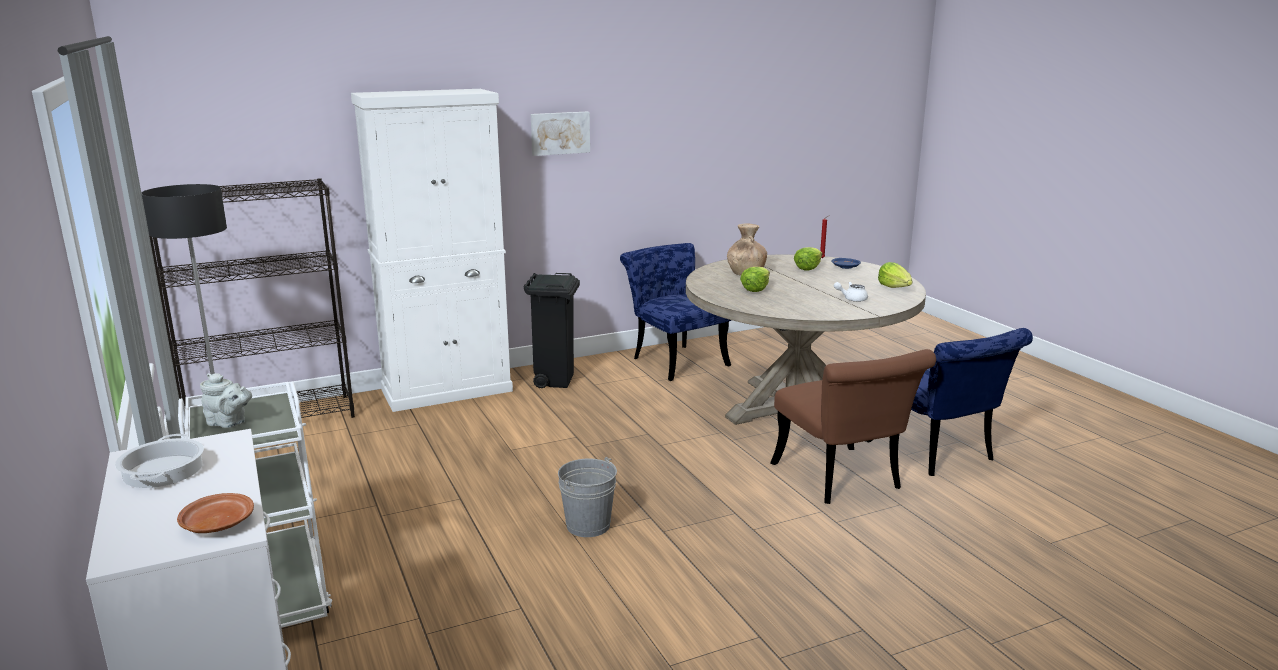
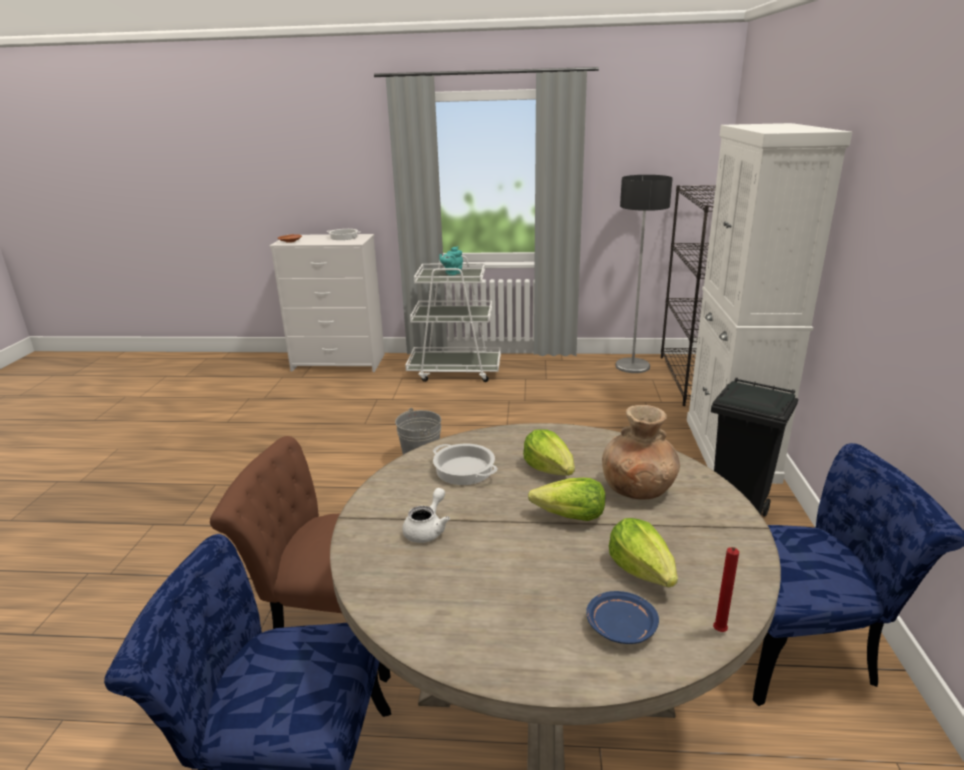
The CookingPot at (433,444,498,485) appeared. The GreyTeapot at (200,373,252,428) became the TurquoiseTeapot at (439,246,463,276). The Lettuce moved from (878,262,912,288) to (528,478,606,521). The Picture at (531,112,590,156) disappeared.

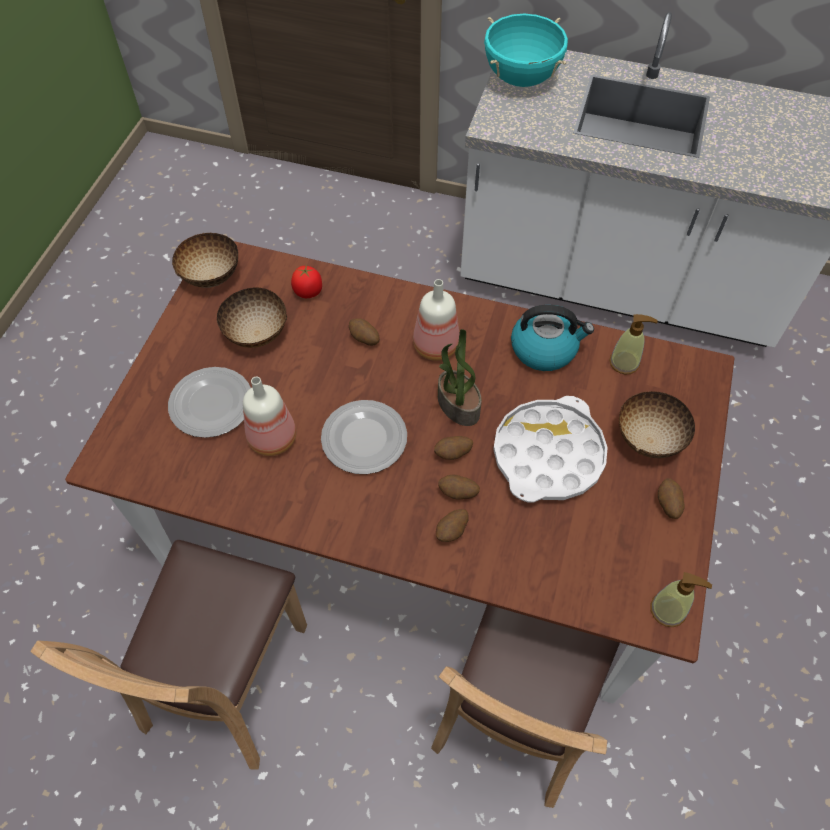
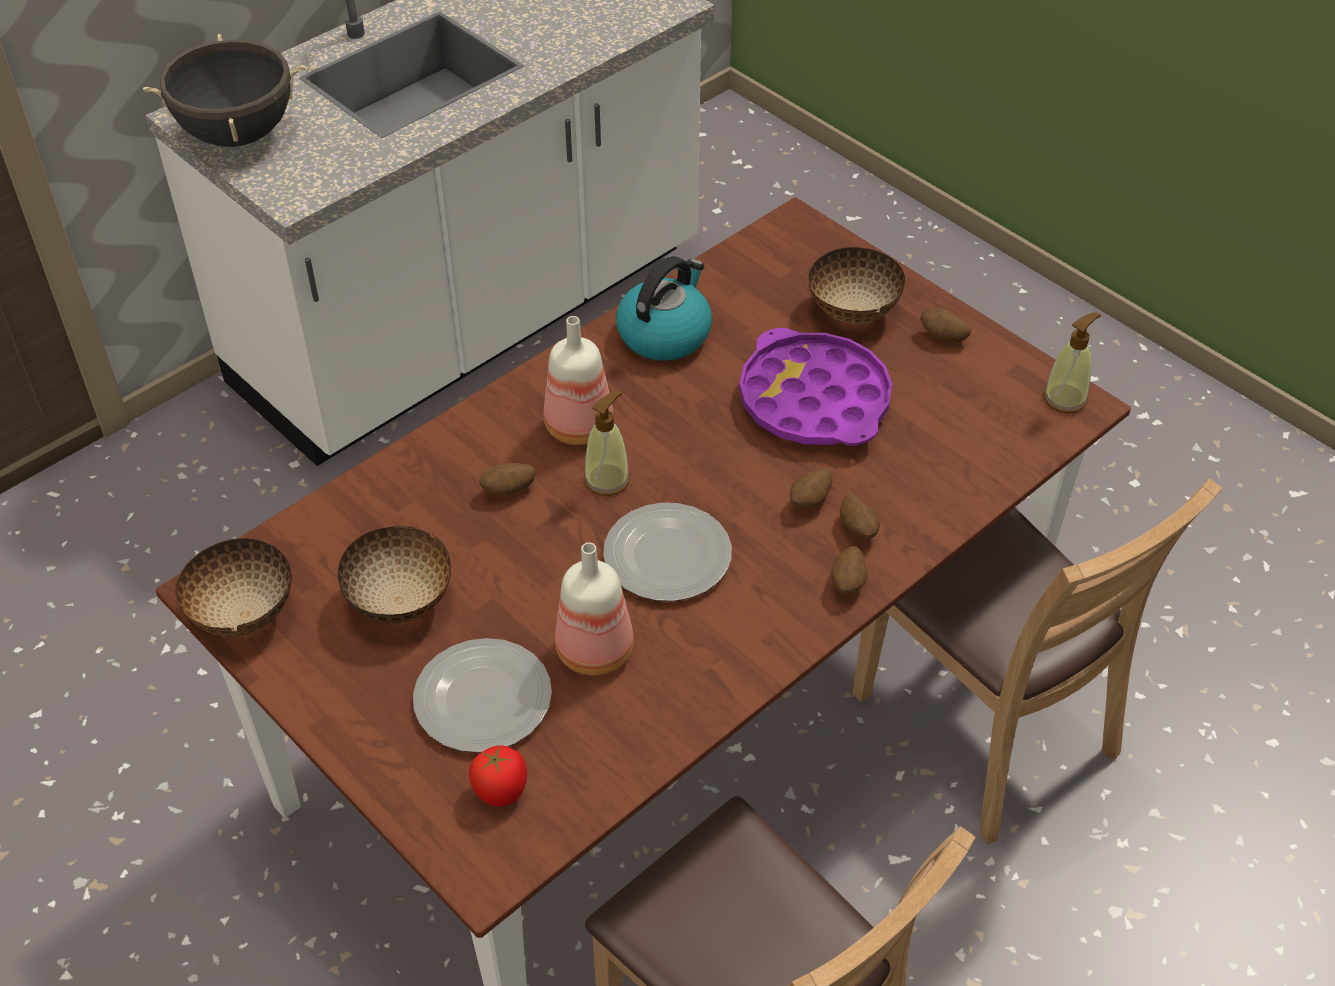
The TurquoiseCookingPot at (484,14,568,87) became the BlackCookingPot at (143,34,305,147). The Tomato moved from (291,265,322,298) to (469,745,527,806). The SoapDispenser moved from (609,314,658,374) to (584,391,630,496). The WhiteTray at (493,396,608,503) became the PurpleTray at (739,328,892,446). The Potato moved from (434,436,473,460) to (831,546,868,594). The PottedPlant at (438,329,482,426) disappeared.

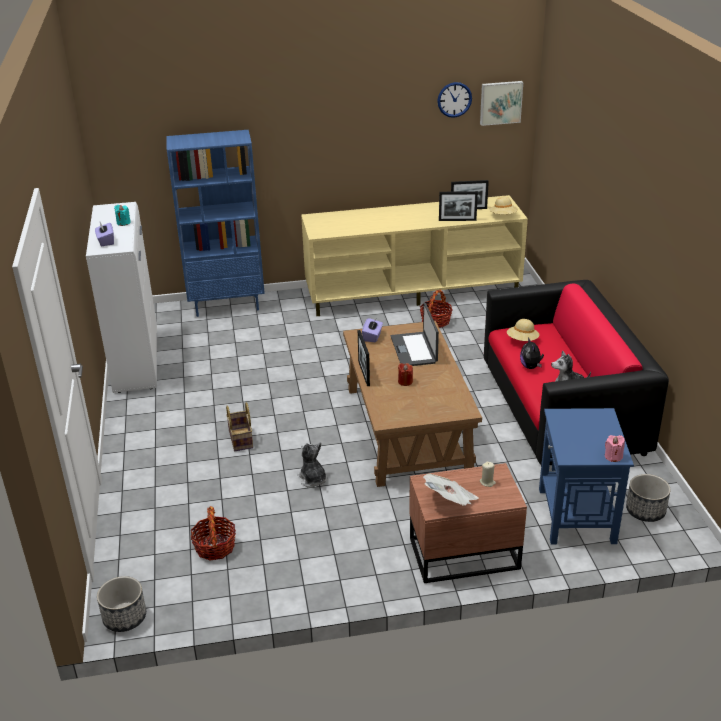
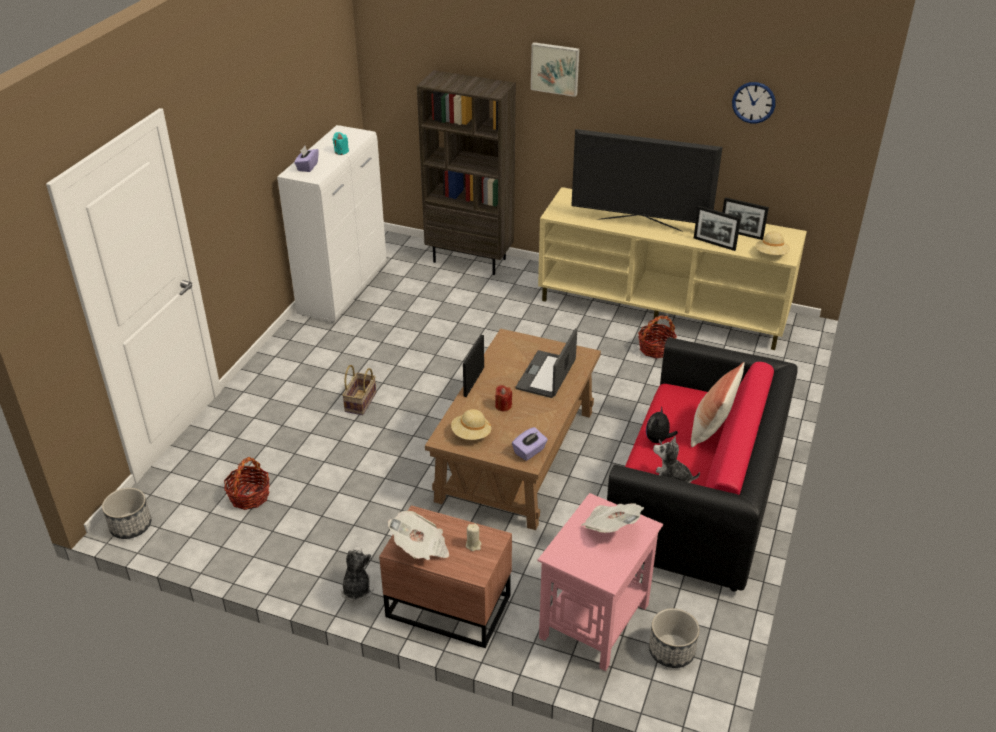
The PlushToy moved from (297,442,327,488) to (341,547,374,602). The BlueBookcase at (166,130,265,317) became the BrownBookcase at (417,70,516,275). The BeigeHat moved from (507,319,540,341) to (451,409,491,440). The PurpleTissueBox moved from (362,318,383,342) to (512,427,548,461). The Picture moved from (480,81,523,126) to (531,42,579,97). The BlueSideTable at (539,408,634,544) became the PinkSideTable at (538,493,663,671). The Television at (571,129,723,231) appeared. The Newspaper at (582,503,644,533) appeared. The Pillow at (691,362,745,447) appeared. The PinkCandle at (605,435,625,462) disappeared.

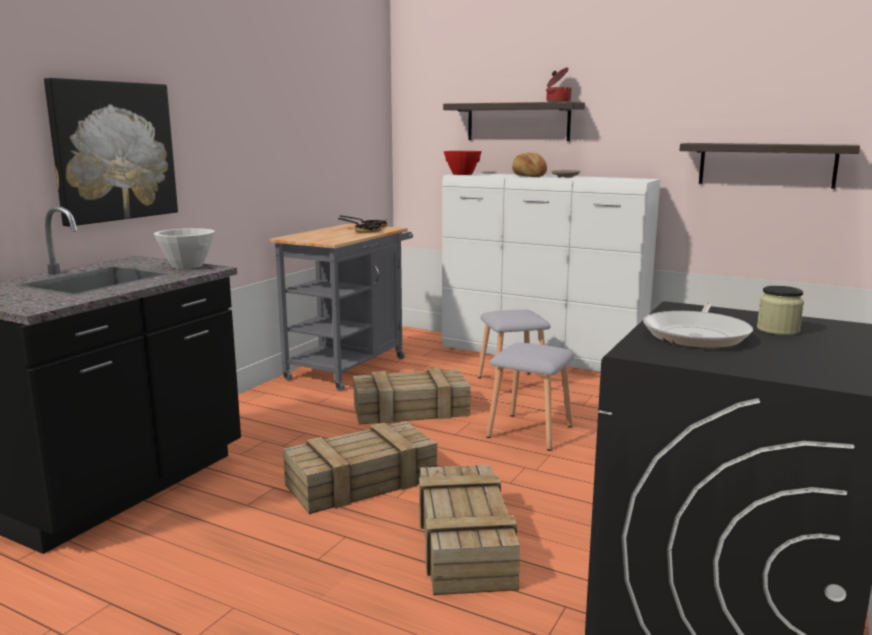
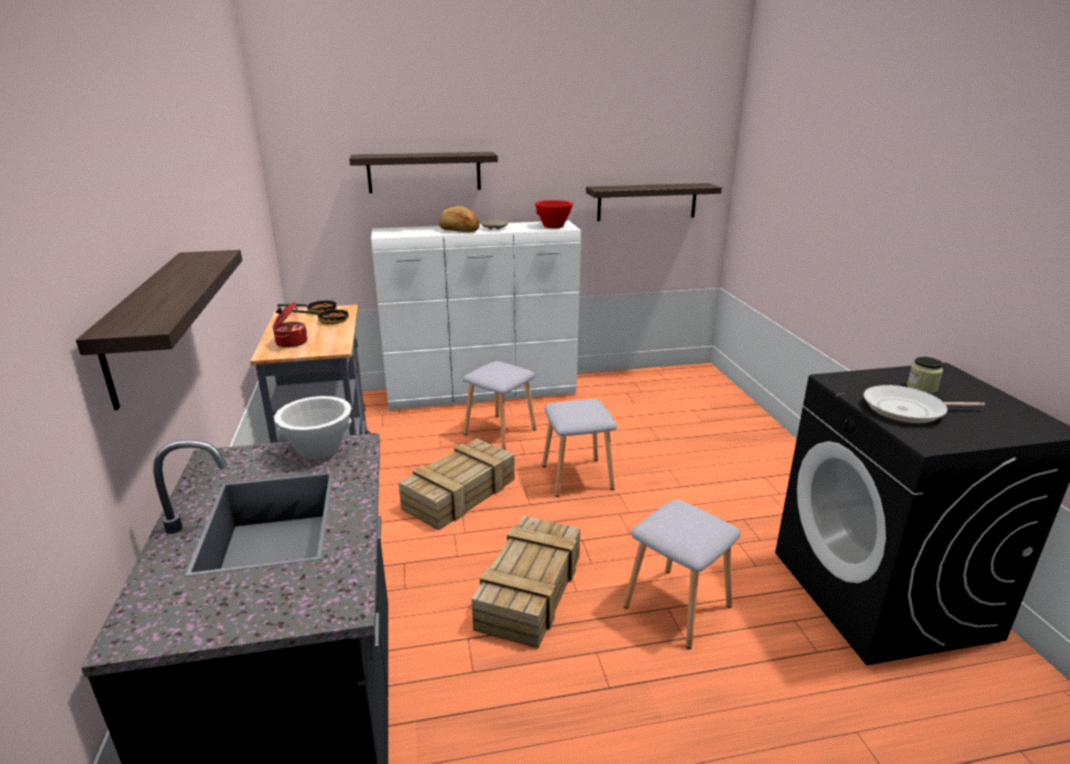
The Picture at (44,78,178,226) was replaced by the Shelf at (76,250,242,410). The CookingPot moved from (546,67,572,102) to (273,302,307,348). The RedBowl moved from (444,151,482,175) to (535,200,573,228). The Crate at (419,465,520,595) was replaced by the GreyStool at (623,499,741,649). The FryingPan at (643,302,753,348) turned 105 degrees clockwise.

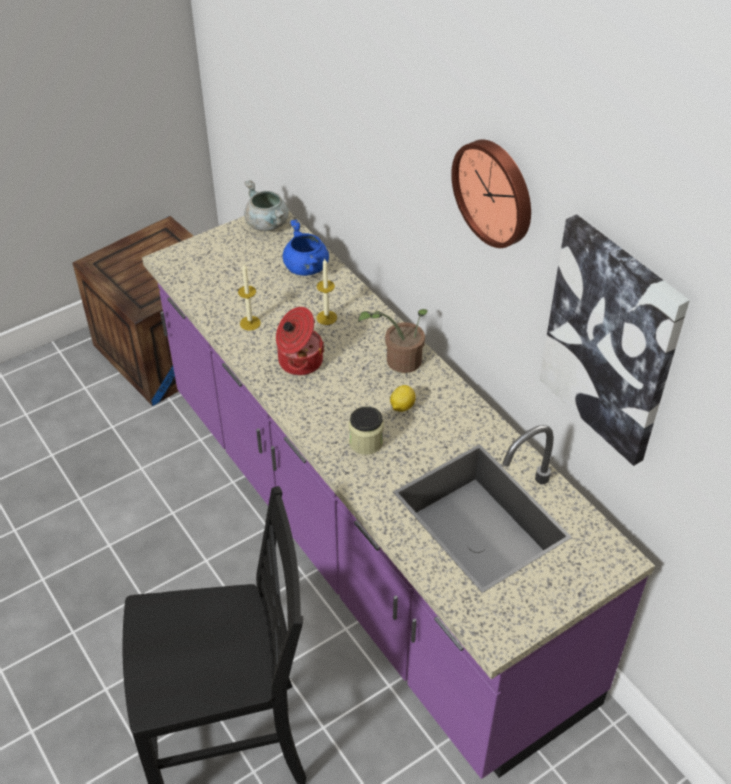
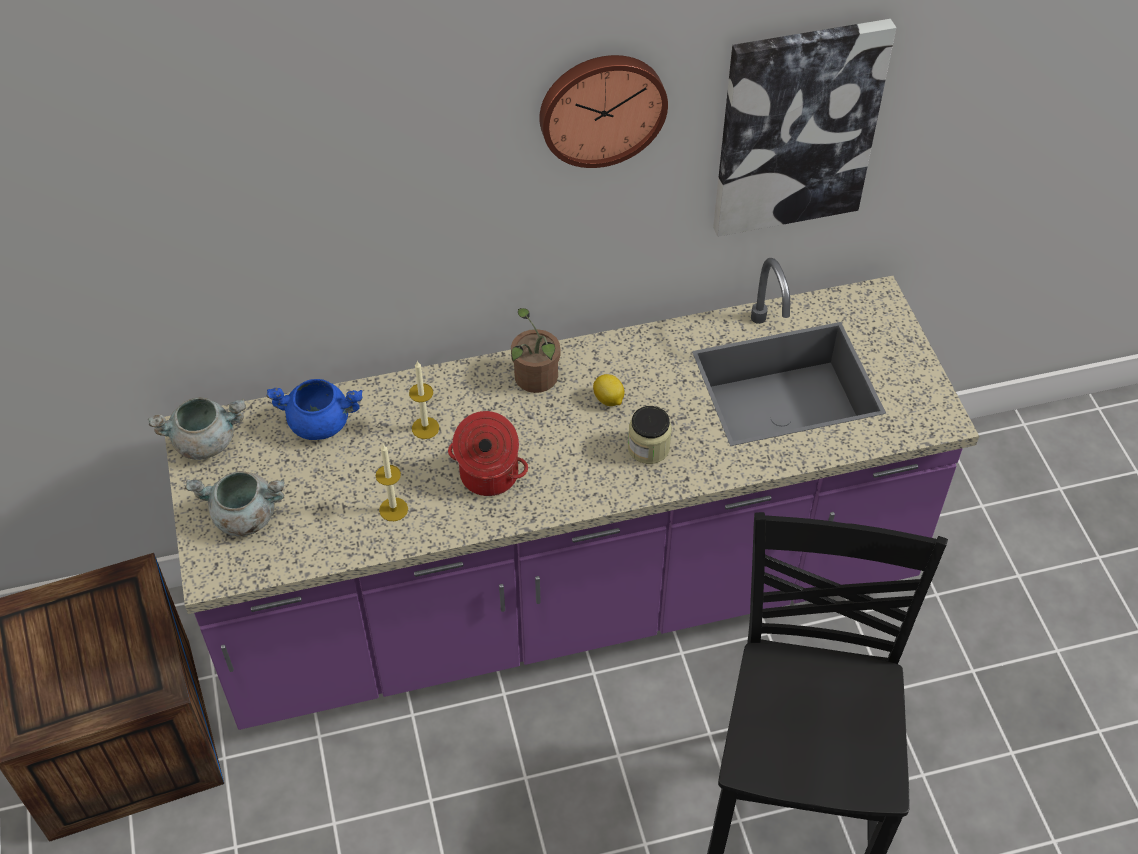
The GreyCookingPot at (185,471,284,536) appeared.

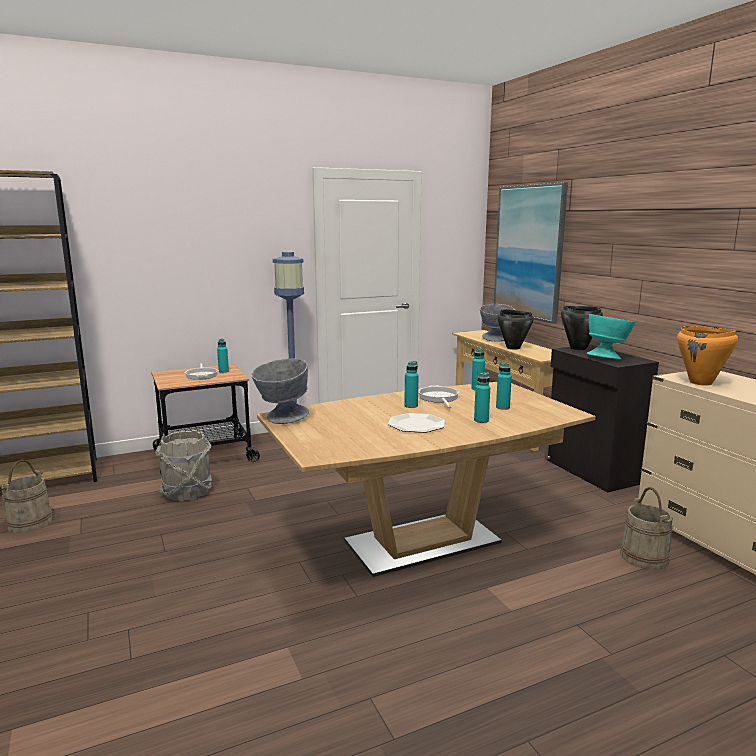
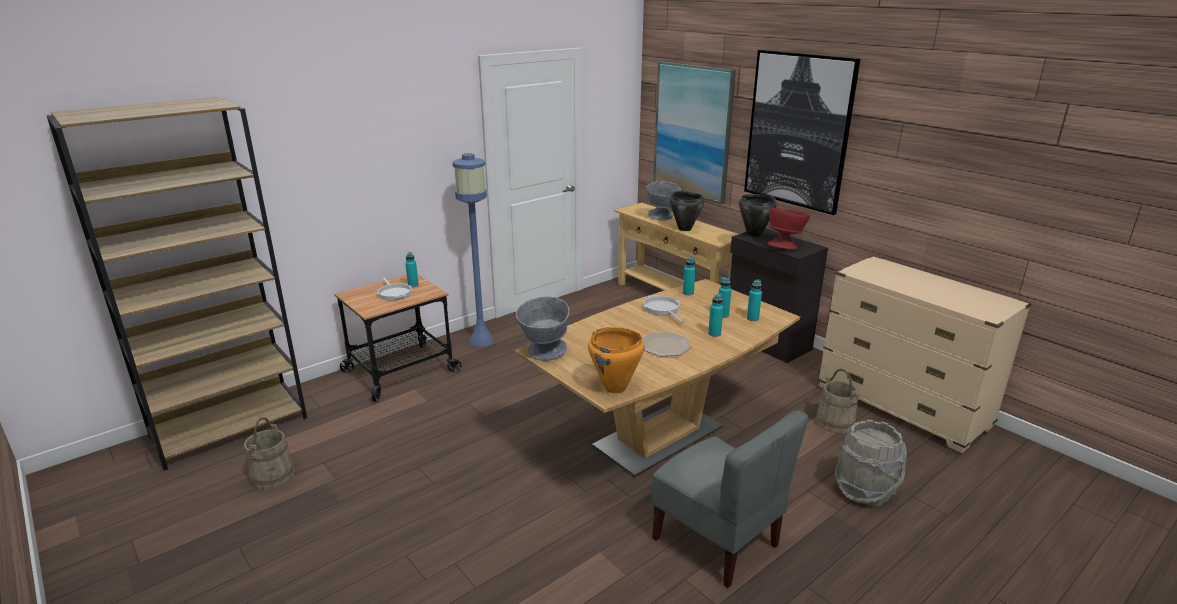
The OrangeCookingPot moved from (677,326,738,386) to (588,327,645,394). The GreyChair at (652,410,808,588) appeared. The Picture at (744,50,860,215) appeared. The TurquoiseBottle moved from (404,361,419,408) to (747,280,762,321). The TurquoiseBowl at (587,314,635,360) became the RedBowl at (768,208,811,249). The GreyBucket moved from (155,430,212,501) to (835,420,907,506).

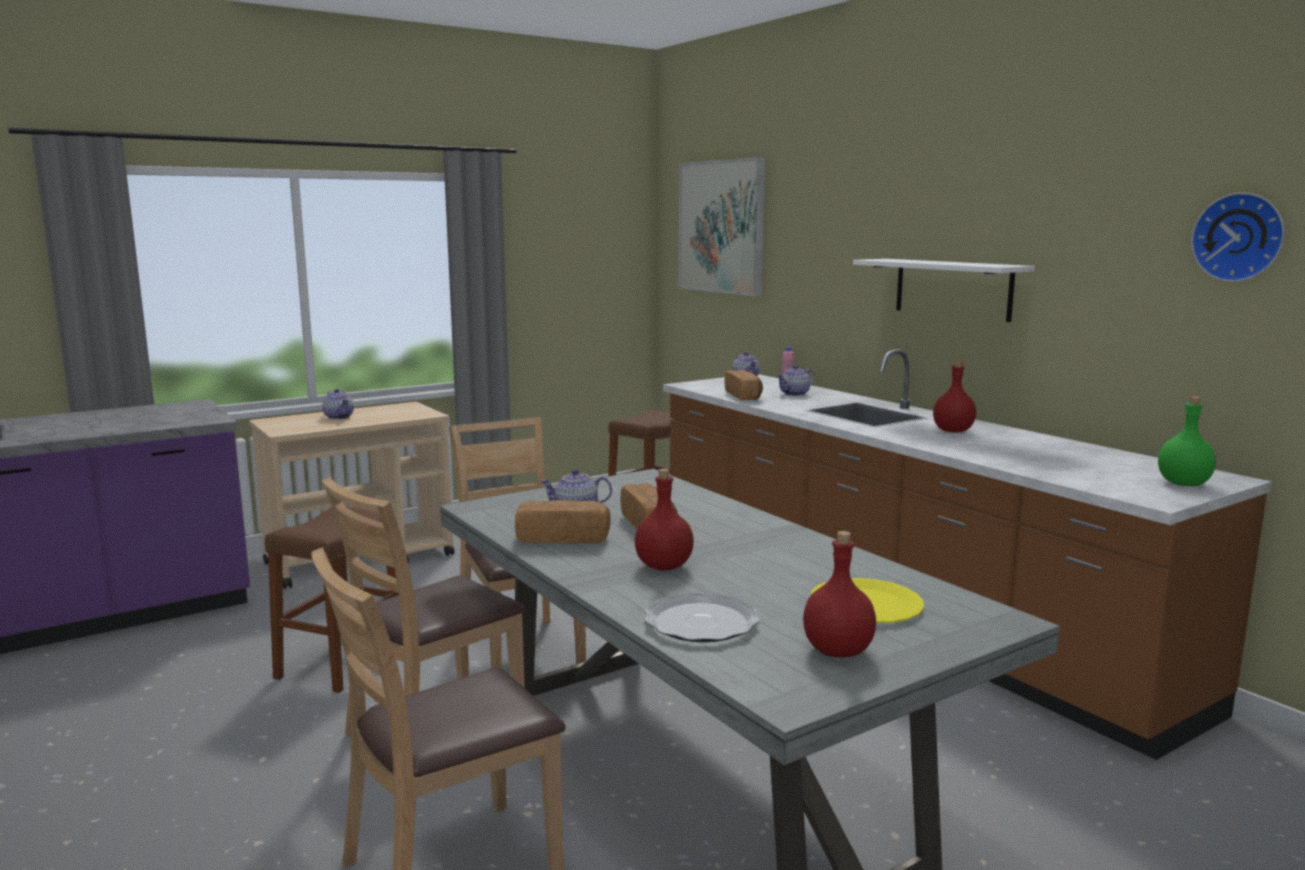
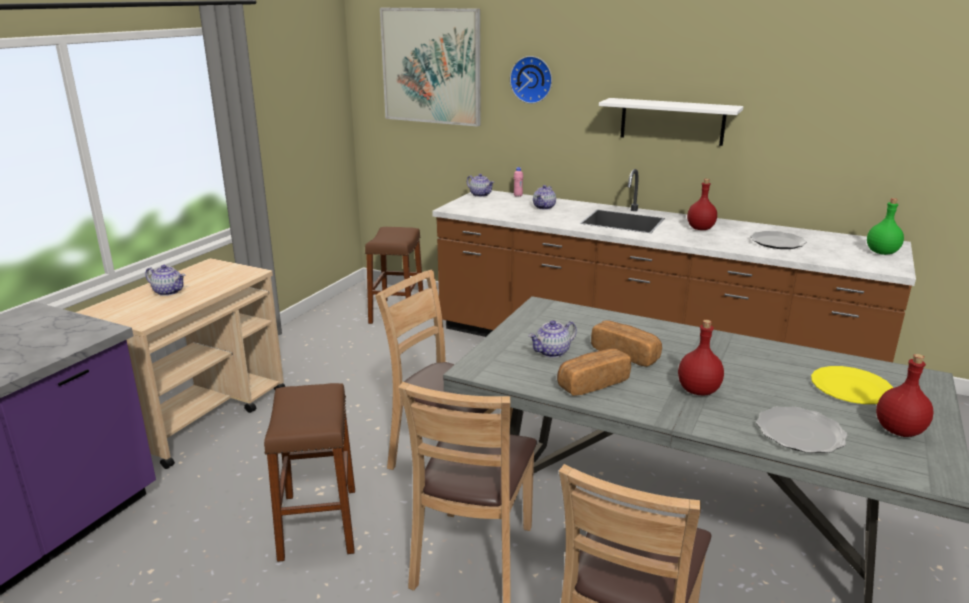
The WallClock moved from (1191,192,1285,282) to (510,56,552,104). The Plate at (750,231,807,249) appeared. The Bread at (725,370,763,400) disappeared.

